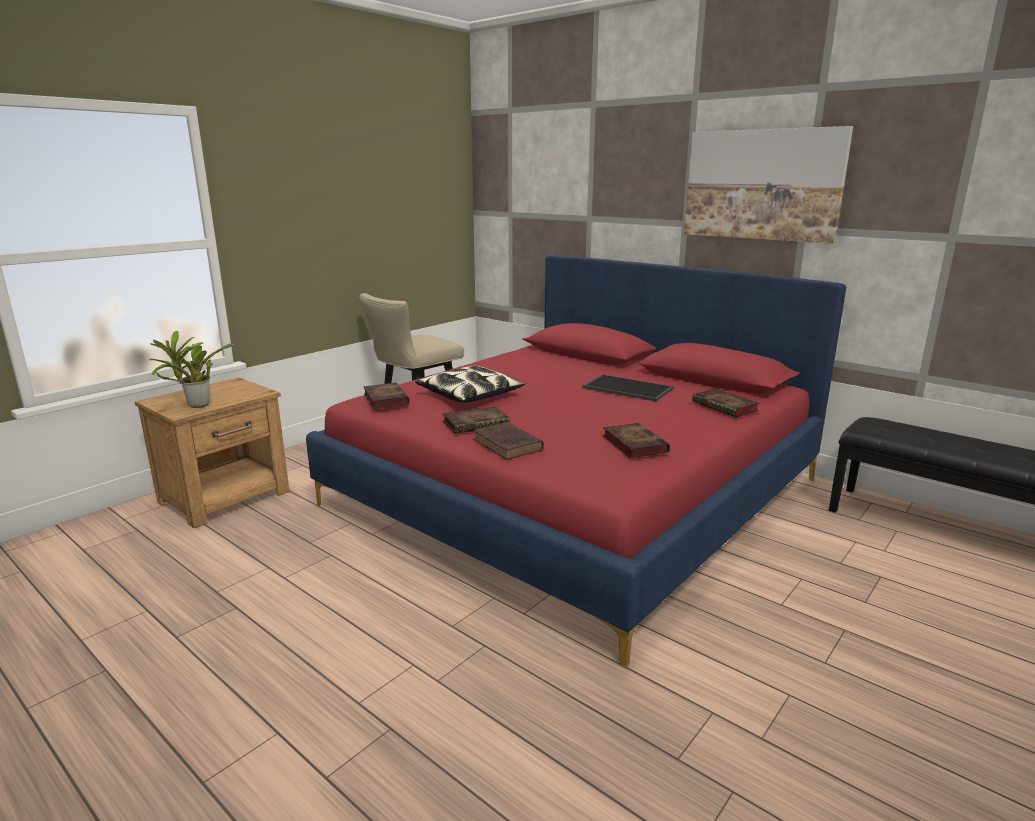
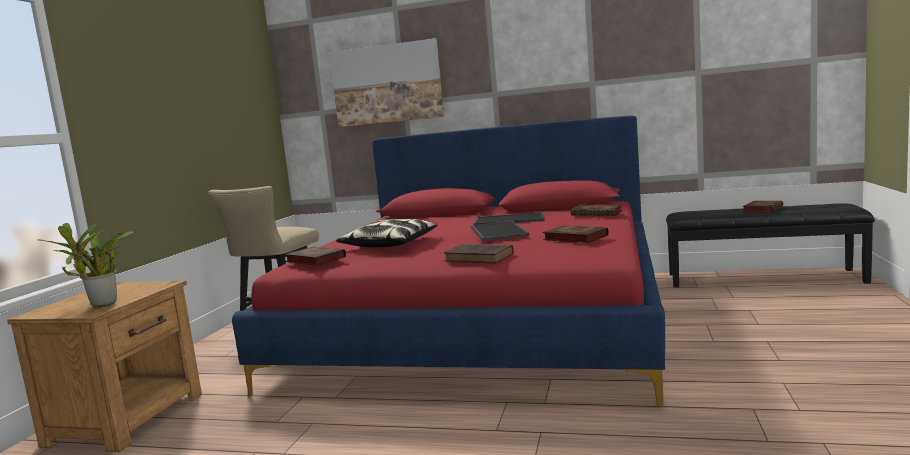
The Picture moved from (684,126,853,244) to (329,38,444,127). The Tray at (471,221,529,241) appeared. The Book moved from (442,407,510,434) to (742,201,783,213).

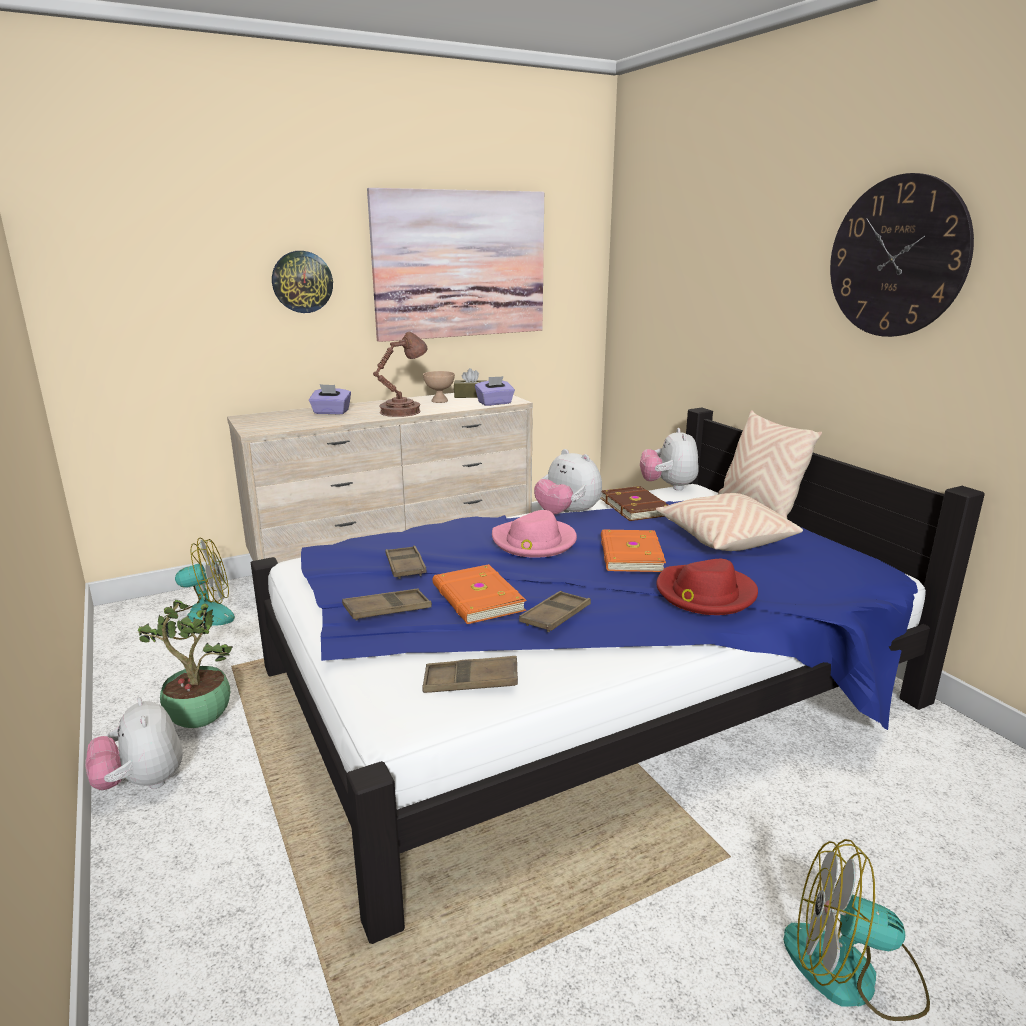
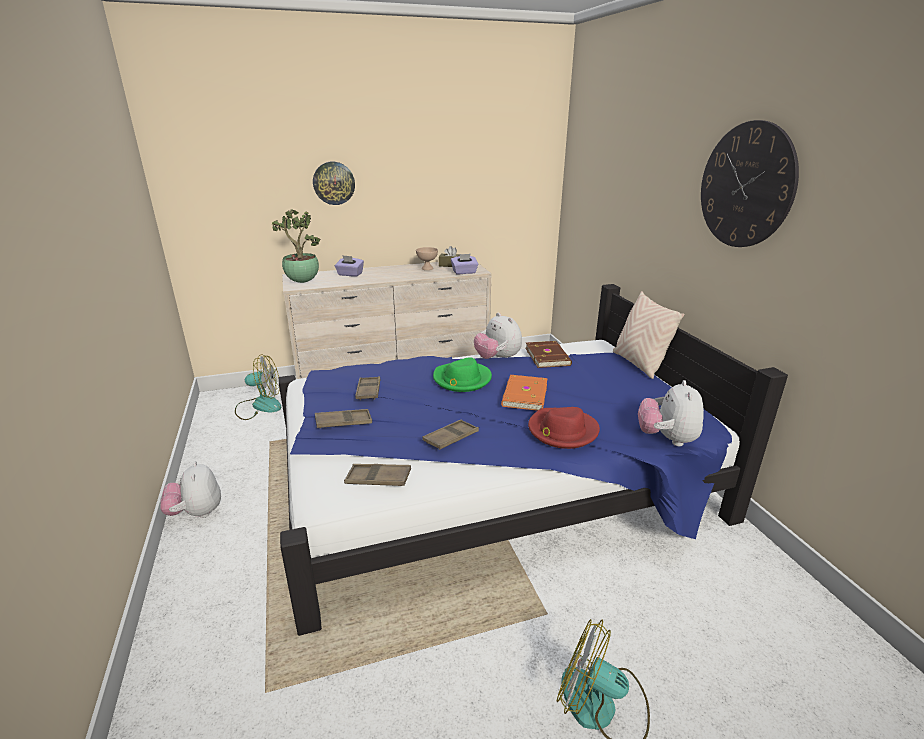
The PottedPlant moved from (136,600,233,728) to (272,209,320,283). The PinkHat at (492,510,577,558) became the GreenHat at (433,357,492,392). The PlushToy moved from (640,428,699,490) to (638,380,704,446). The Picture at (367,188,544,342) disappeared. The BrownTableLamp at (373,332,428,417) disappeared. The OrangeBook at (433,564,526,624) disappeared. The BeigePillow at (656,493,803,551) disappeared.

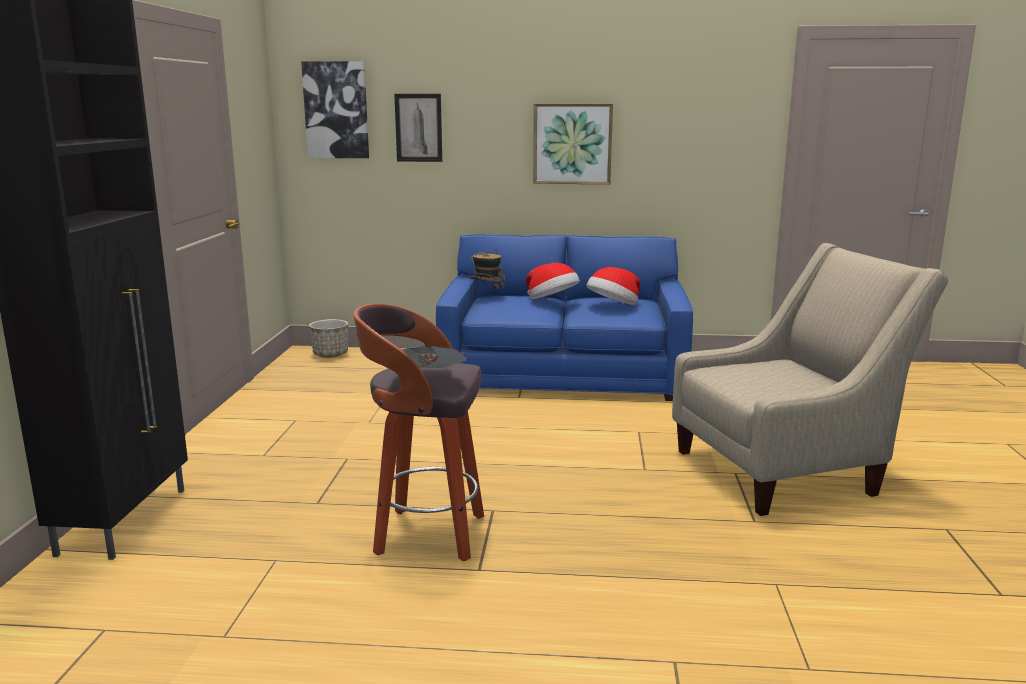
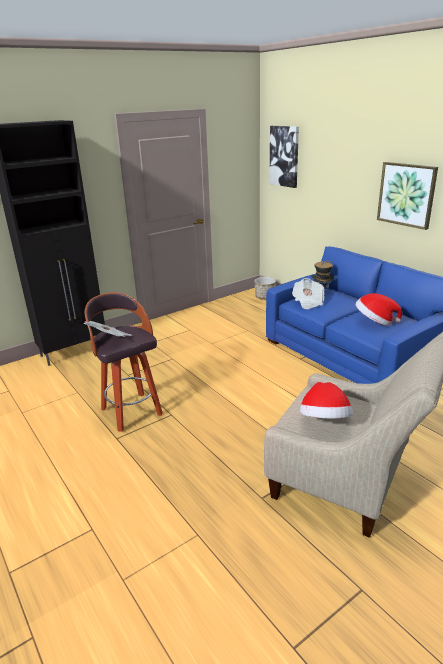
The Newspaper at (292,278,325,309) appeared. The Hat moved from (526,263,580,299) to (300,382,353,418). The Picture at (394,94,442,162) disappeared.

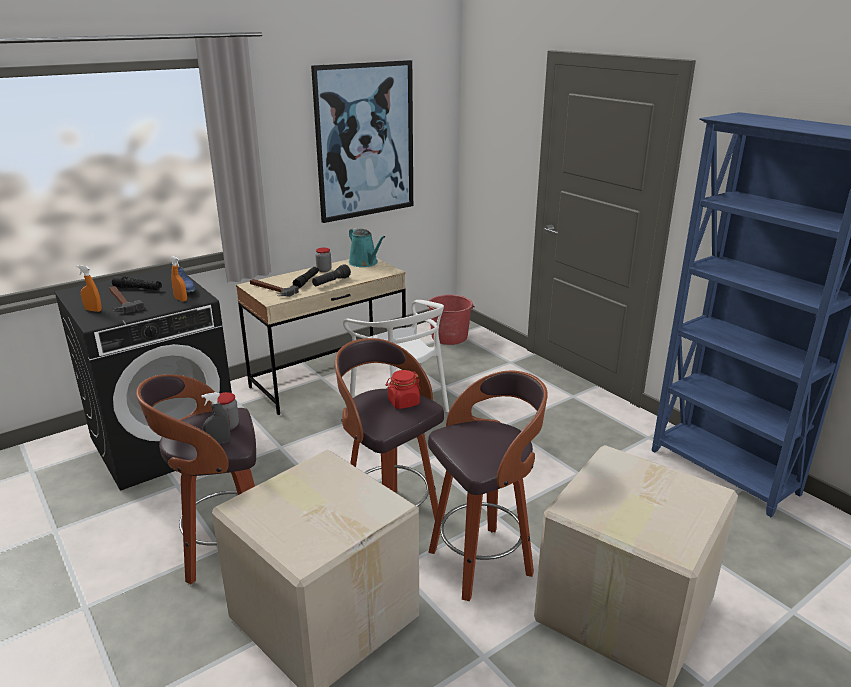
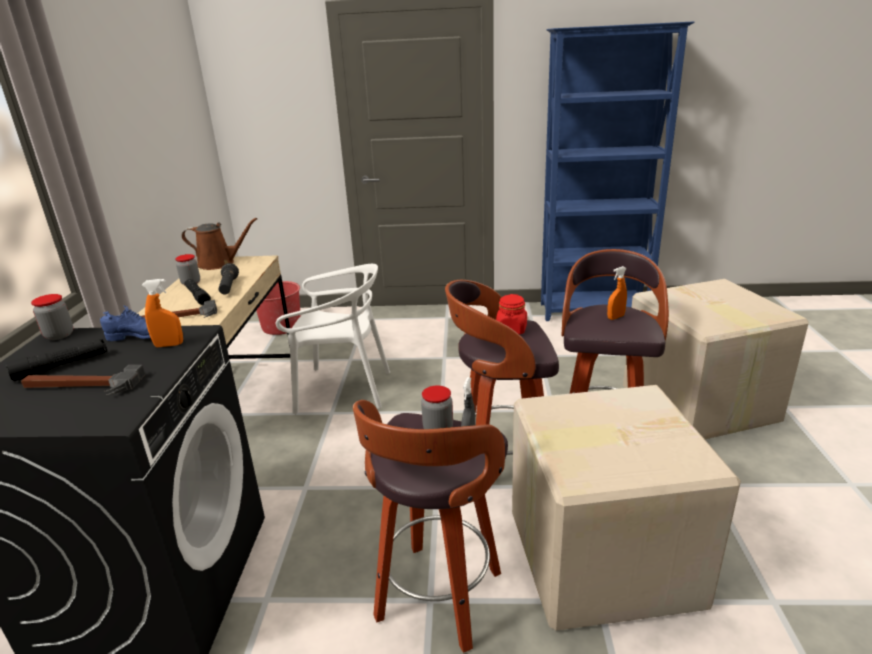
The Jar at (31,294,73,340) appeared. The TurquoiseWateringCan at (349,228,385,267) became the BrownWateringCan at (181,218,257,270). The OrangeSprayBottle moved from (77,265,102,312) to (607,266,627,320). The Picture at (311,60,413,223) disappeared.

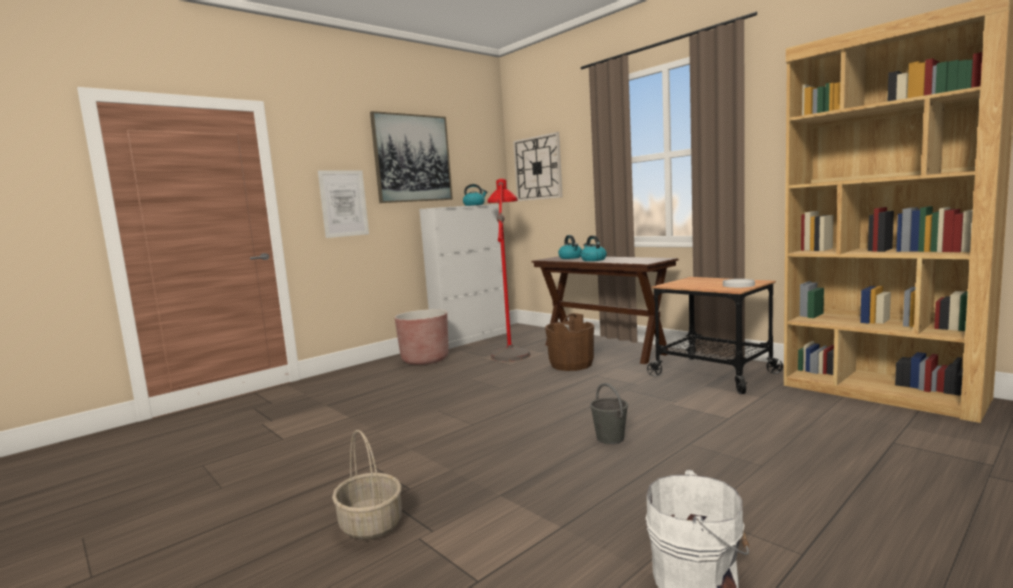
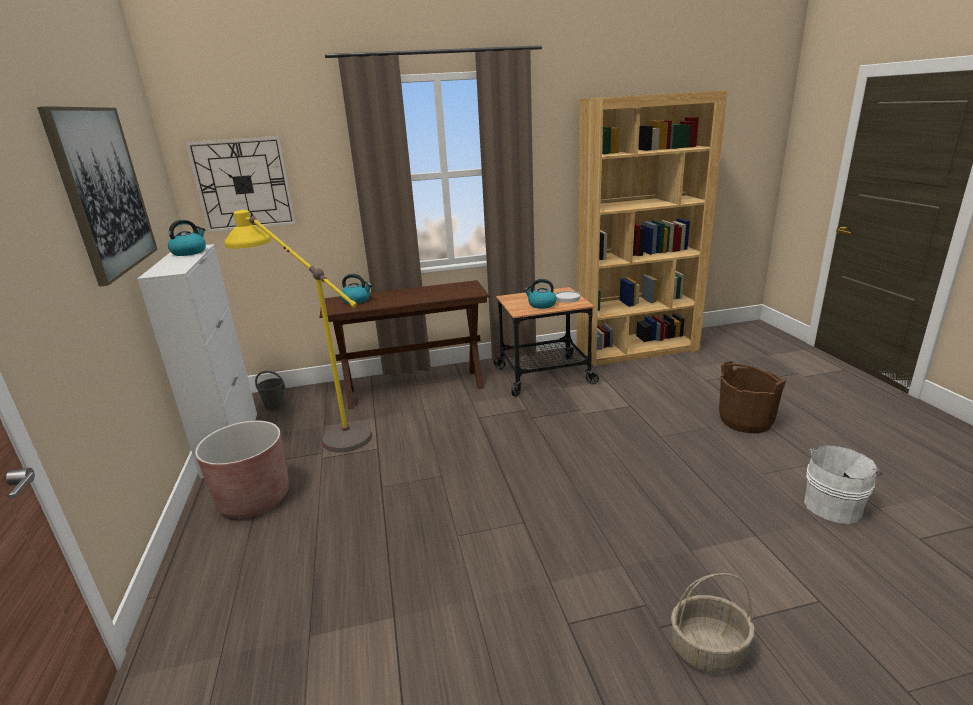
The RedFloorLamp at (488,179,530,362) became the YellowFloorLamp at (224,210,372,453). The GreyBucket moved from (590,383,628,444) to (255,371,285,411). The Kettle moved from (580,235,607,261) to (524,279,557,309). The BrownBucket moved from (545,313,594,371) to (719,361,787,433). The Picture at (318,170,369,238) disappeared.

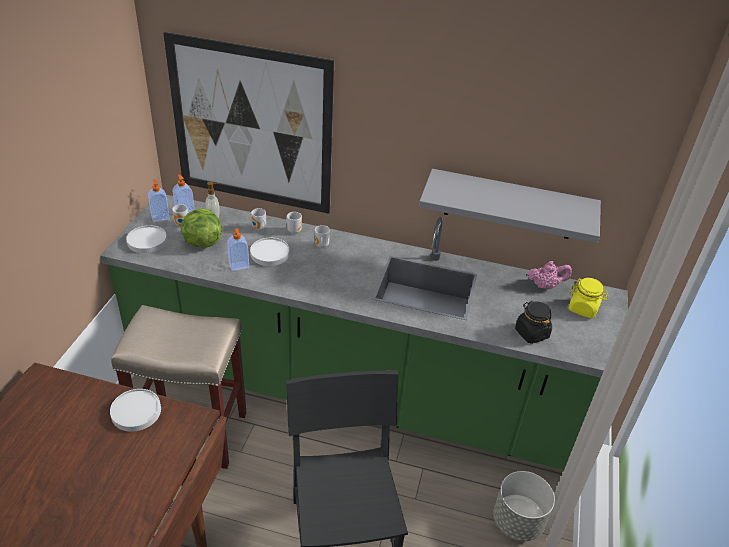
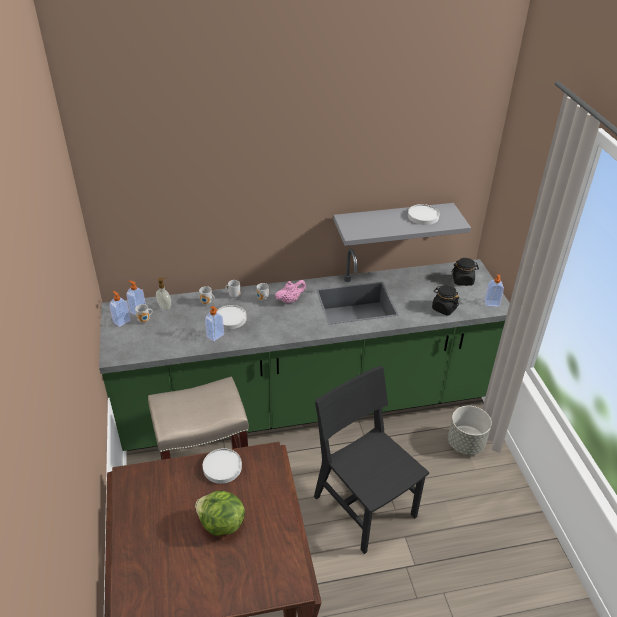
The Lettuce moved from (181,208,222,248) to (195,490,245,536). The PinkTeapot moved from (527,261,572,289) to (275,280,306,304). The WhitePlate moved from (126,225,167,253) to (408,204,440,225). The YellowJar at (569,278,608,318) became the BlackJar at (452,258,479,286). The SoapDispenser at (485,275,504,307) appeared. The Picture at (163,32,334,214) disappeared.

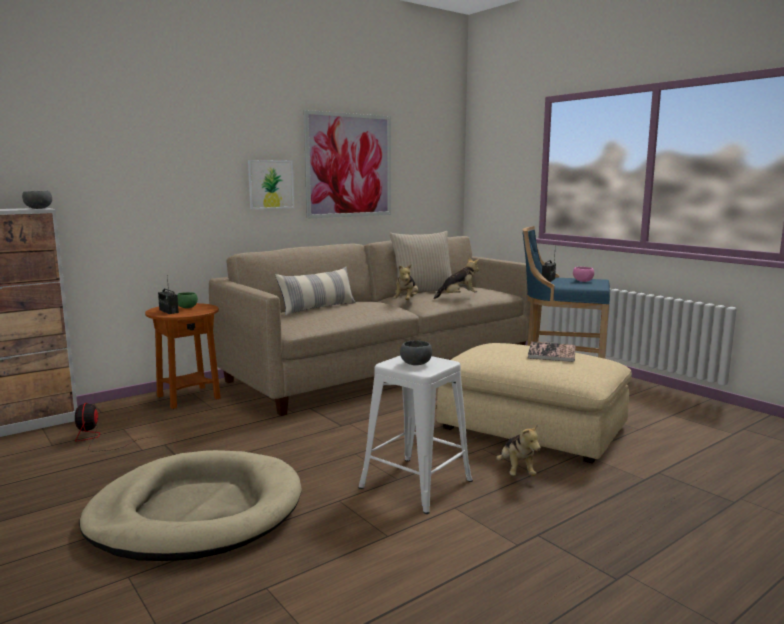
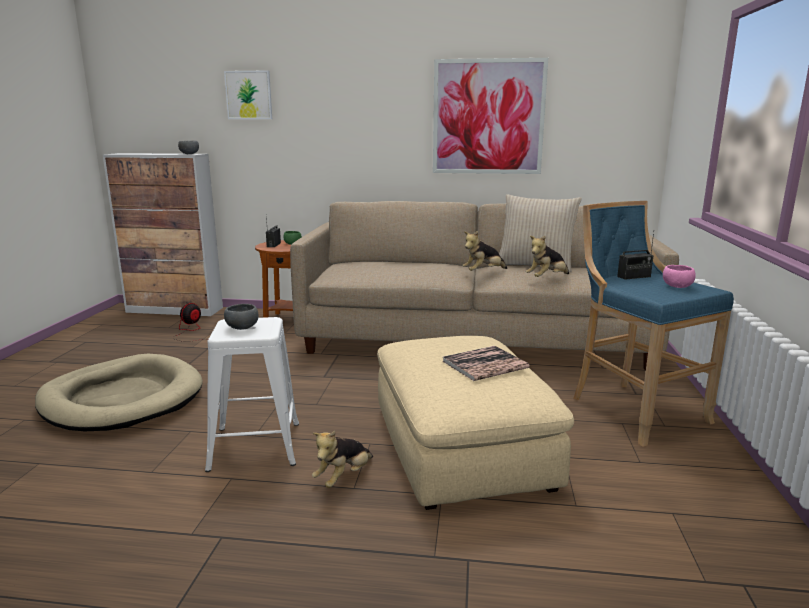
The Picture moved from (248,160,294,209) to (224,70,272,119). The PlushToy at (433,257,479,299) turned 120 degrees clockwise. The Pillow at (275,267,356,316) disappeared.

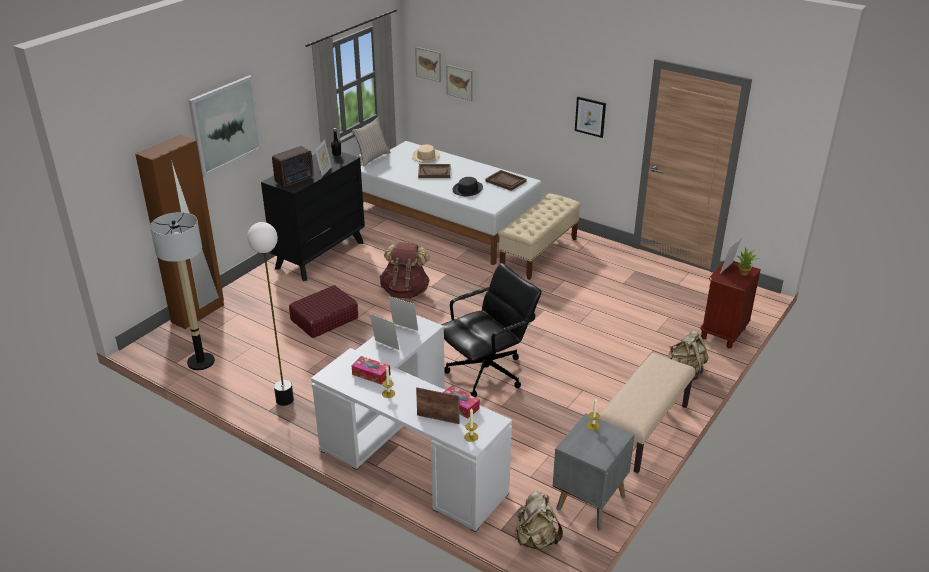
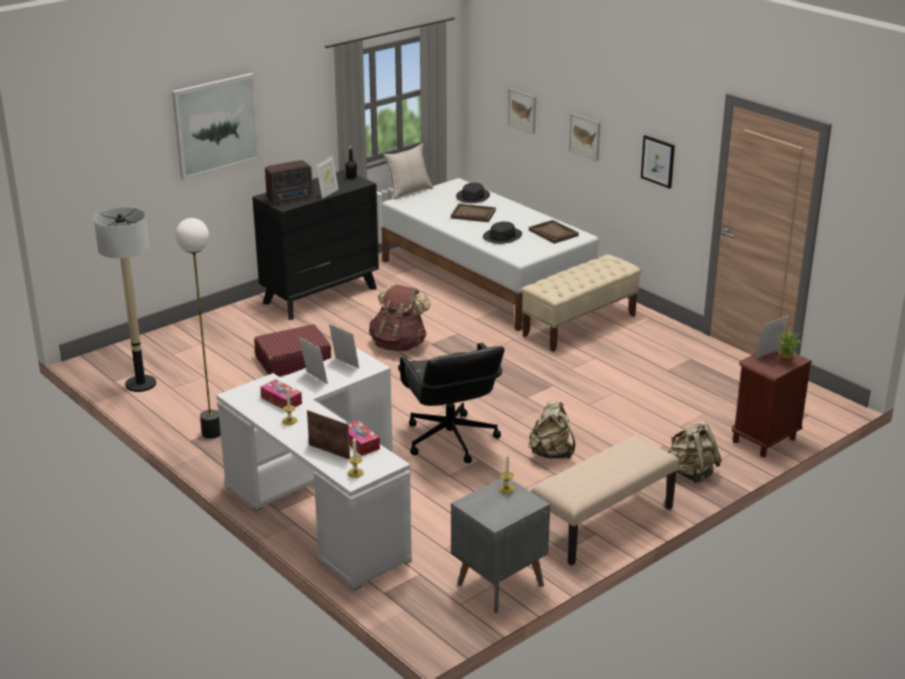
The BlackOfficeChair at (442,263,541,397) turned 90 degrees clockwise. The BeigeHat at (413,145,440,163) became the BlackHat at (456,183,490,203). The BeigeBackpack moved from (515,492,563,549) to (529,401,575,459). The Picture moved from (415,47,441,82) to (569,113,600,161). The BrownWardrobe at (135,135,224,330) disappeared.

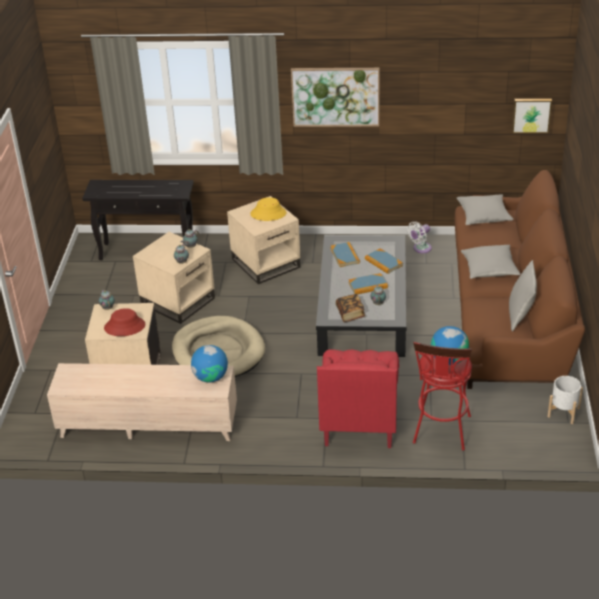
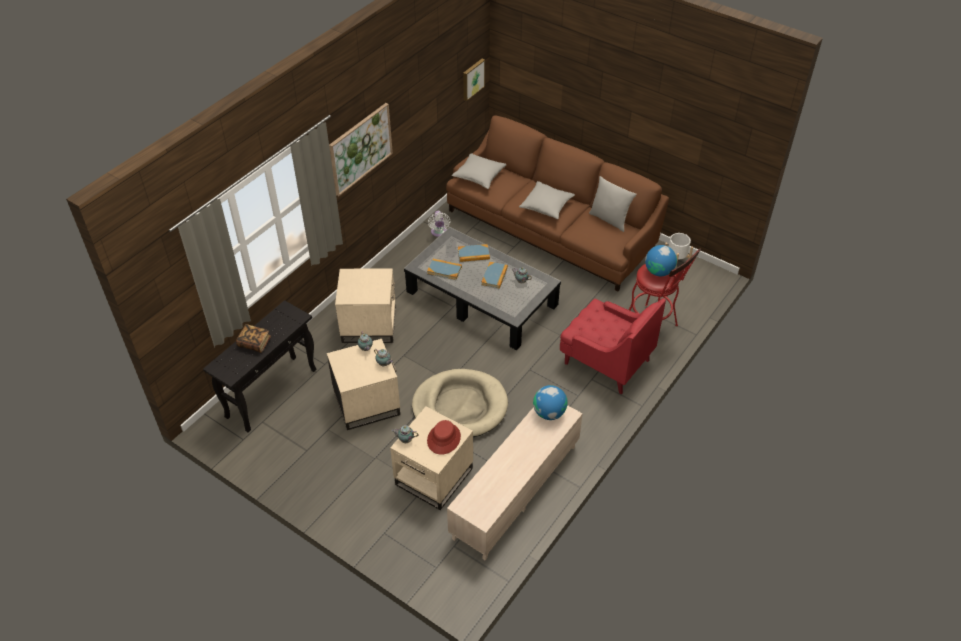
The Book moved from (336,294,365,322) to (236,324,271,353). The YellowHat at (250,197,286,221) disappeared.

